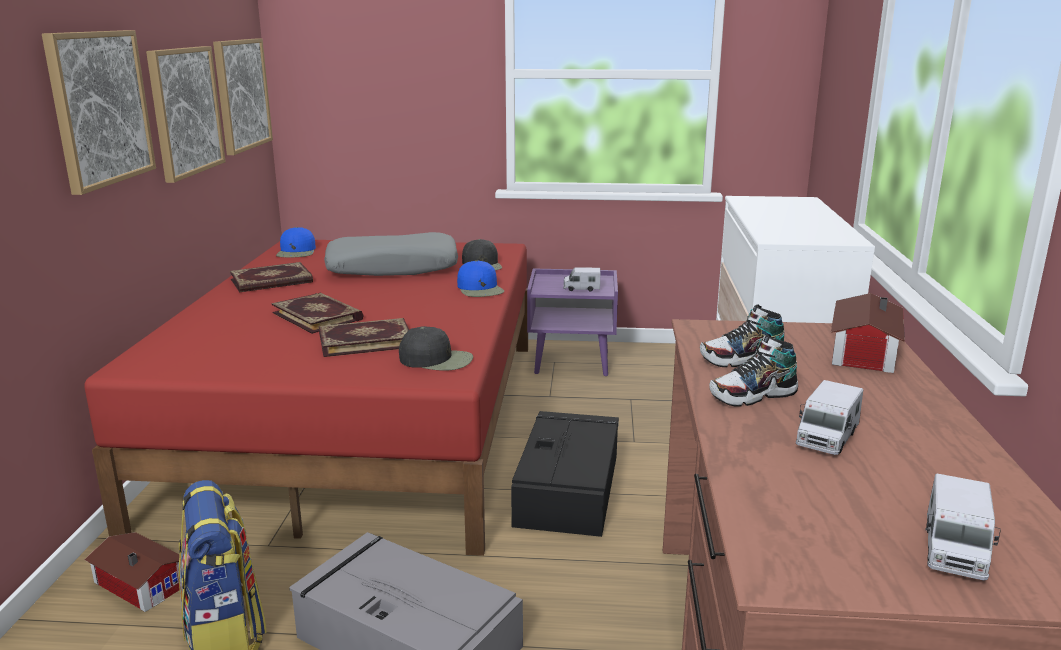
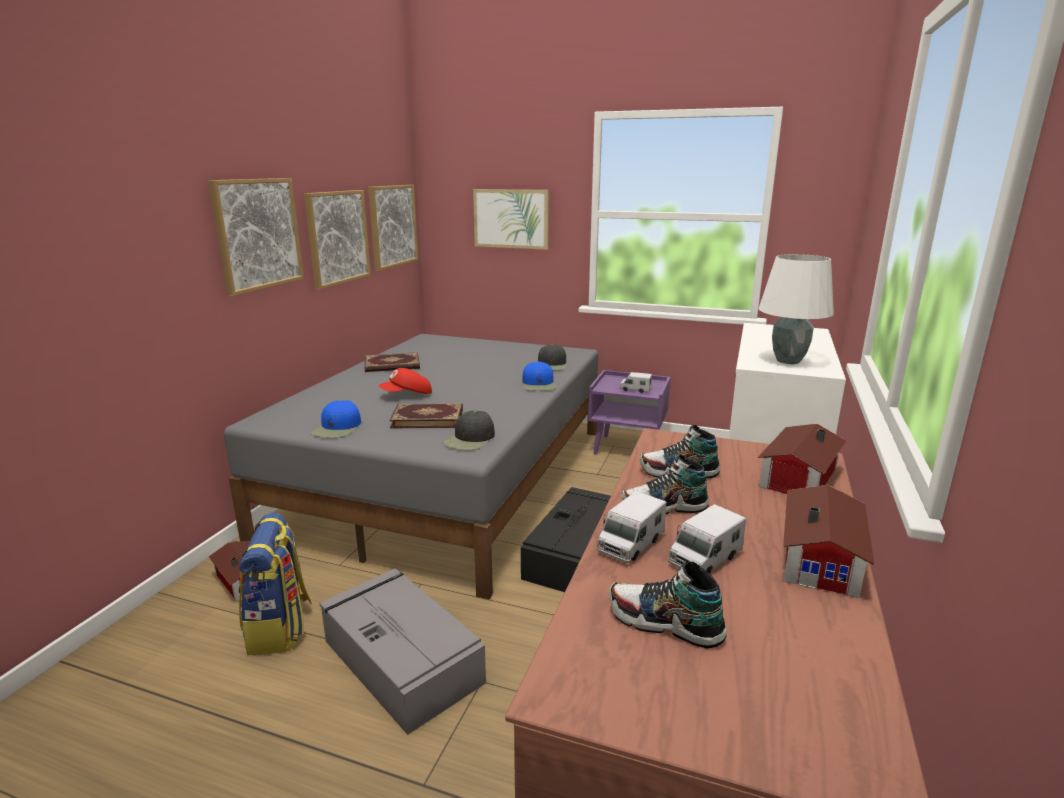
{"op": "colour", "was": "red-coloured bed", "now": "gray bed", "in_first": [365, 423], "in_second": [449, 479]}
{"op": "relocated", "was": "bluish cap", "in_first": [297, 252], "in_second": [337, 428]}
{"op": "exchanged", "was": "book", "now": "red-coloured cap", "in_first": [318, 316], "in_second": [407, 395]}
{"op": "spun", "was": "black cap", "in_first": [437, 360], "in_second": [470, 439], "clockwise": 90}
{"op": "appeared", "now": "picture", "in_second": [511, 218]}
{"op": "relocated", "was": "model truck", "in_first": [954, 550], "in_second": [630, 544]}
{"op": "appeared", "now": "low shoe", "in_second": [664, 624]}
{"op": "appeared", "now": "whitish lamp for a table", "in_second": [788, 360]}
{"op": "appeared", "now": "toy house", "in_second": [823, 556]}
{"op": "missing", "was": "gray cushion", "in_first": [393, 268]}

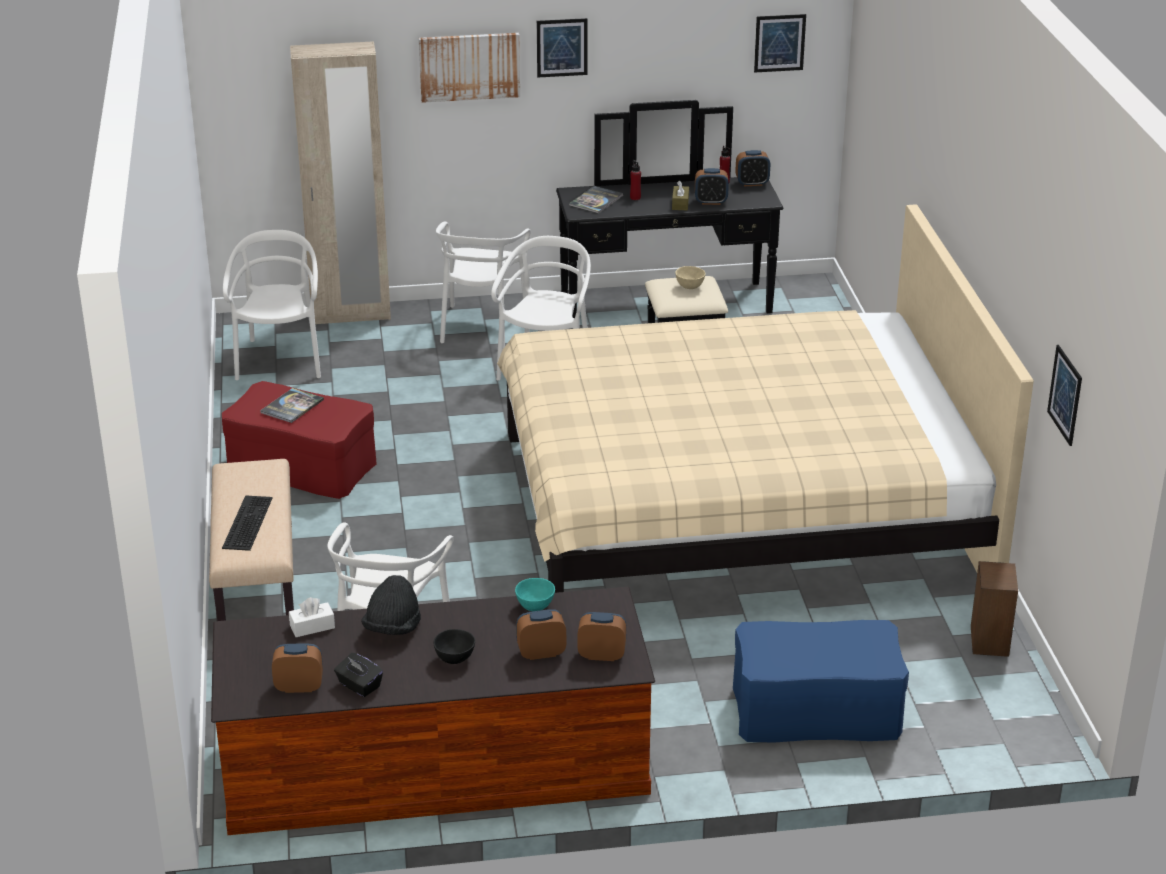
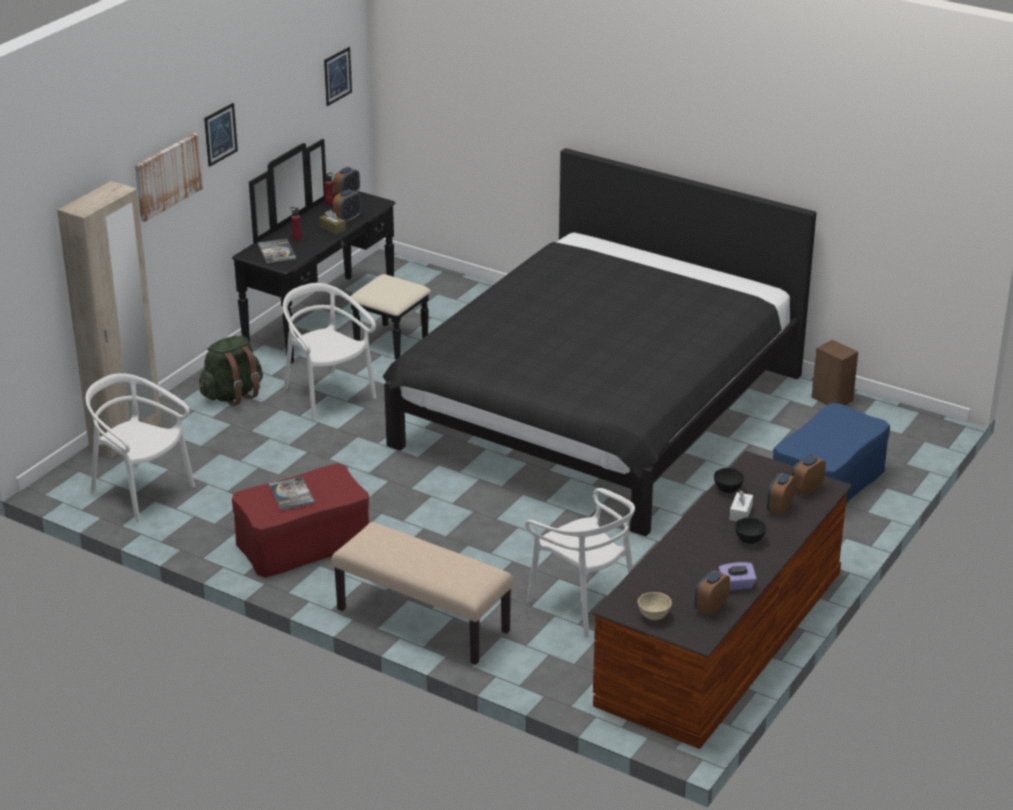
{"op": "exchanged", "was": "whitish chair", "now": "green-coloured backpack", "in_first": [481, 326], "in_second": [233, 395]}
{"op": "colour", "was": "sand-coloured bed", "now": "black bed", "in_first": [736, 510], "in_second": [597, 410]}
{"op": "relocated", "was": "sand-coloured deep dish", "in_first": [689, 286], "in_second": [653, 616]}
{"op": "colour", "was": "turquoise-coloured deep dish", "now": "black deep dish", "in_first": [535, 606], "in_second": [728, 489]}
{"op": "colour", "was": "black tissue box", "now": "purplish tissue box", "in_first": [359, 686], "in_second": [736, 585]}
{"op": "relocated", "was": "whitish tissue box", "in_first": [312, 627], "in_second": [740, 513]}
{"op": "missing", "was": "PC keyboard", "in_first": [246, 522]}
{"op": "missing", "was": "black clothing hat", "in_first": [392, 628]}
{"op": "missing", "was": "picture", "in_first": [1065, 395]}

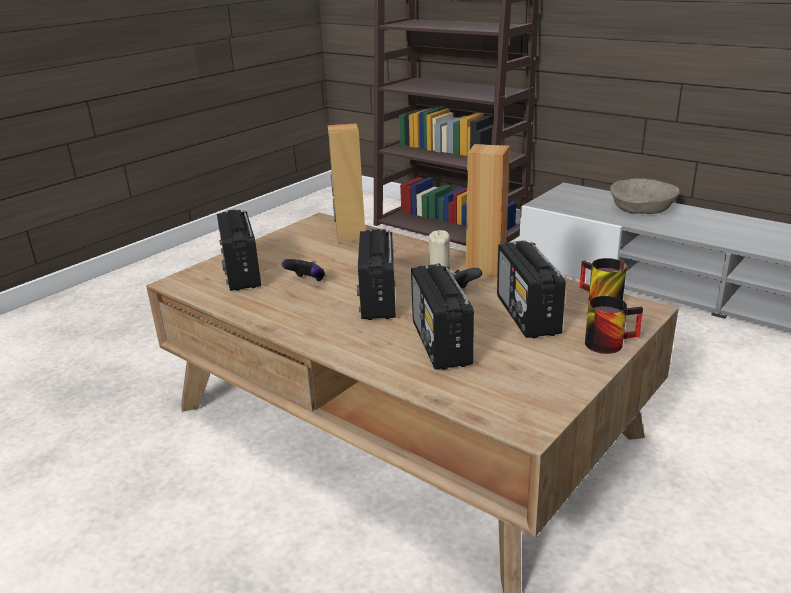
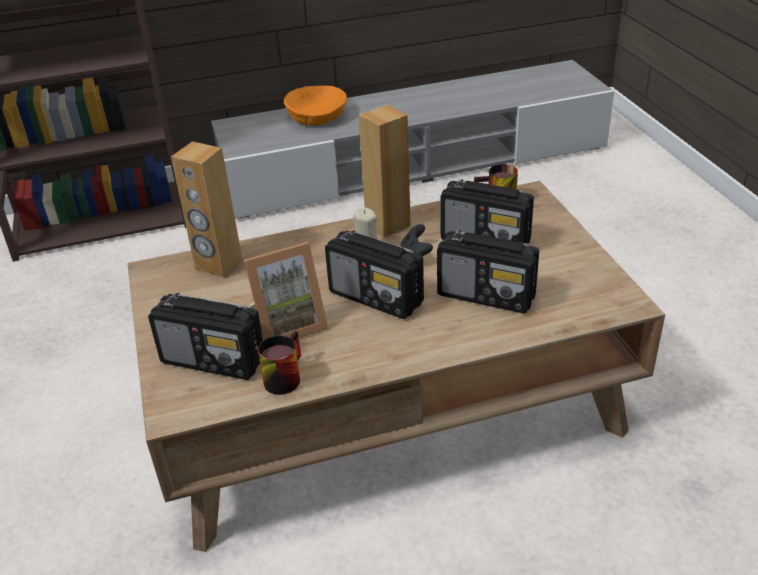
{"op": "exchanged", "was": "joypad", "now": "picture frame", "in_first": [307, 281], "in_second": [288, 325]}
{"op": "relocated", "was": "coffee mug", "in_first": [608, 341], "in_second": [282, 376]}
{"op": "colour", "was": "sand-coloured deep dish", "now": "orange deep dish", "in_first": [642, 208], "in_second": [316, 116]}

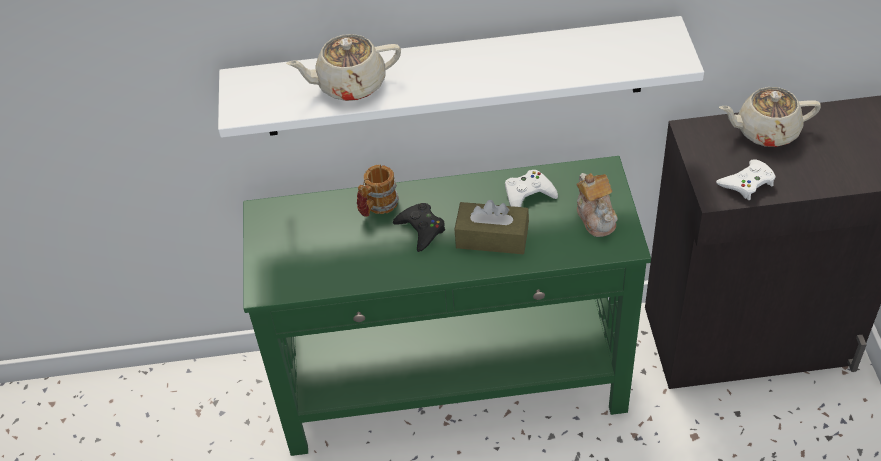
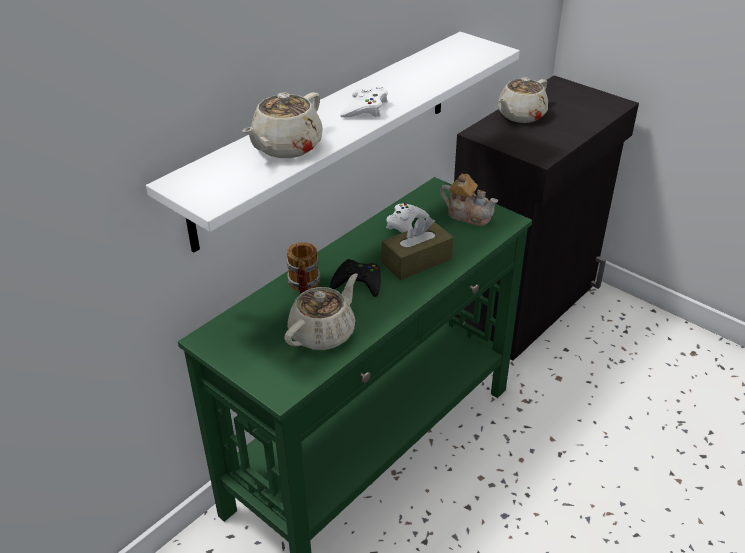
{"op": "appeared", "now": "sand-coloured teapot", "in_second": [323, 333]}
{"op": "relocated", "was": "whitish joypad", "in_first": [747, 183], "in_second": [365, 108]}

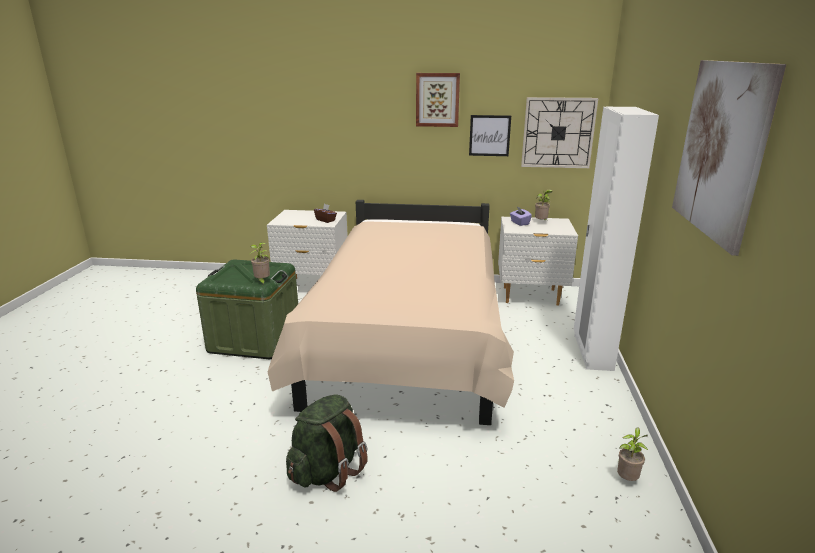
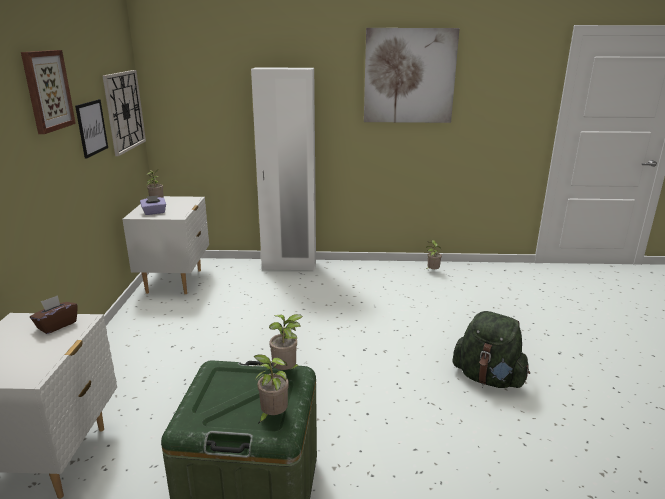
{"op": "appeared", "now": "potted plant", "in_second": [272, 416]}
{"op": "missing", "was": "sand-coloured bed", "in_first": [408, 340]}

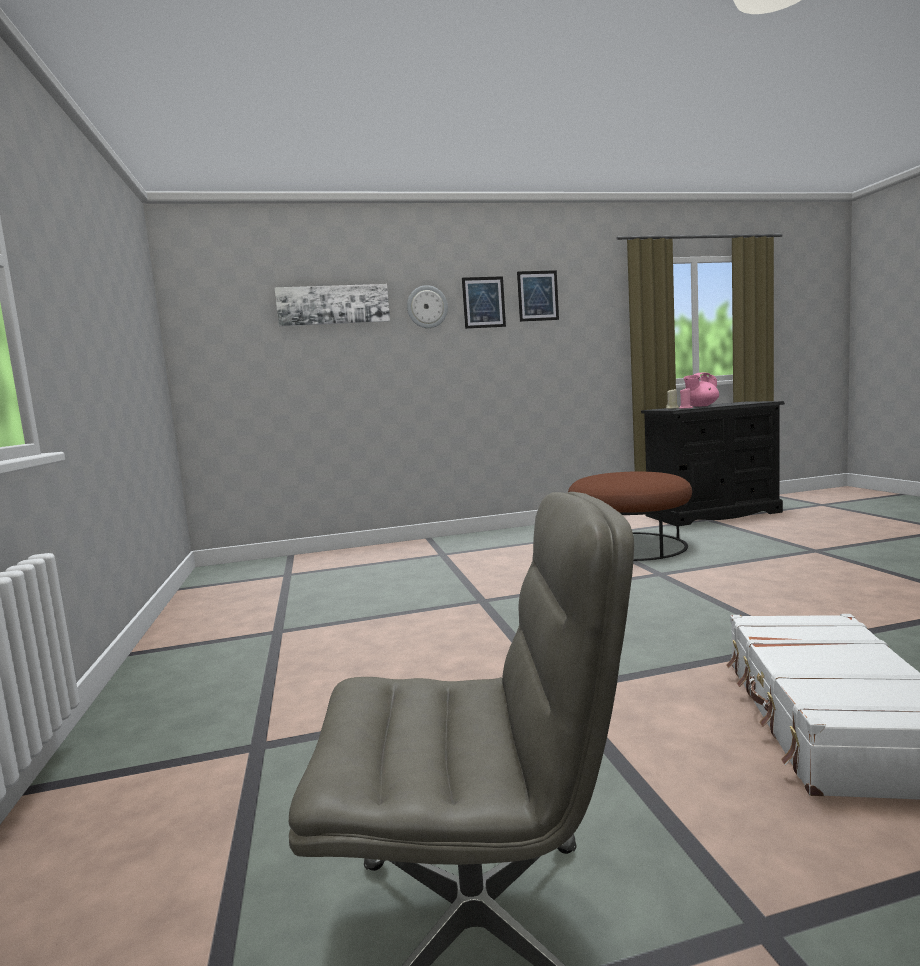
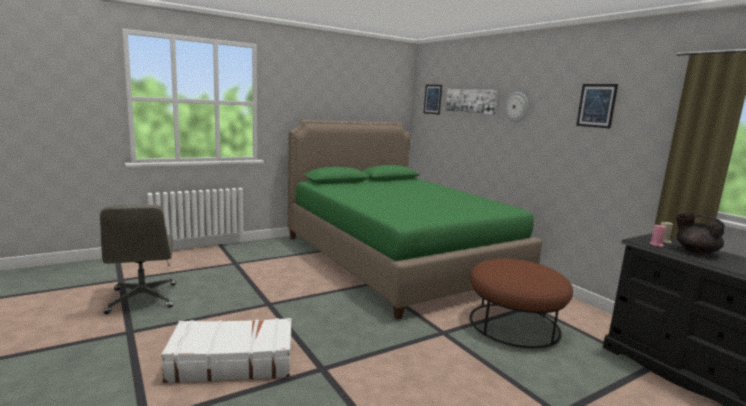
{"op": "appeared", "now": "green-coloured bed", "in_second": [398, 259]}
{"op": "relocated", "was": "picture", "in_first": [483, 302], "in_second": [432, 99]}
{"op": "colour", "was": "pink teapot", "now": "black teapot", "in_first": [700, 406], "in_second": [695, 251]}

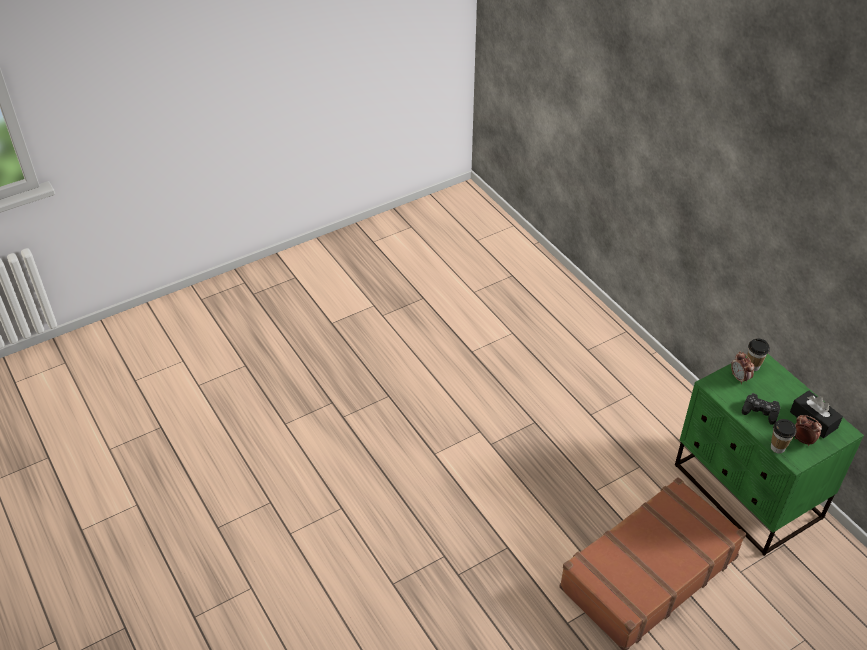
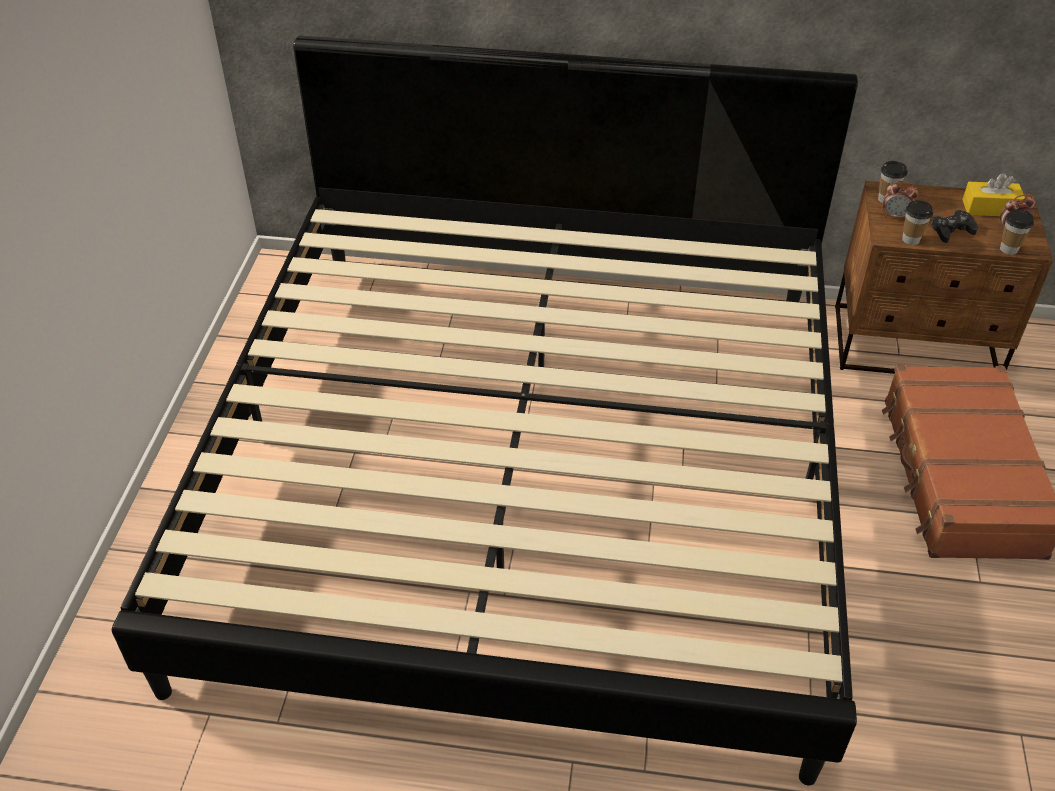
{"op": "appeared", "now": "bed", "in_second": [527, 469]}
{"op": "colour", "was": "green-coloured bedside table", "now": "brown bedside table", "in_first": [746, 493], "in_second": [915, 346]}
{"op": "appeared", "now": "small cup", "in_second": [910, 239]}
{"op": "colour", "was": "black tissue box", "now": "yellowish tissue box", "in_first": [813, 420], "in_second": [990, 208]}

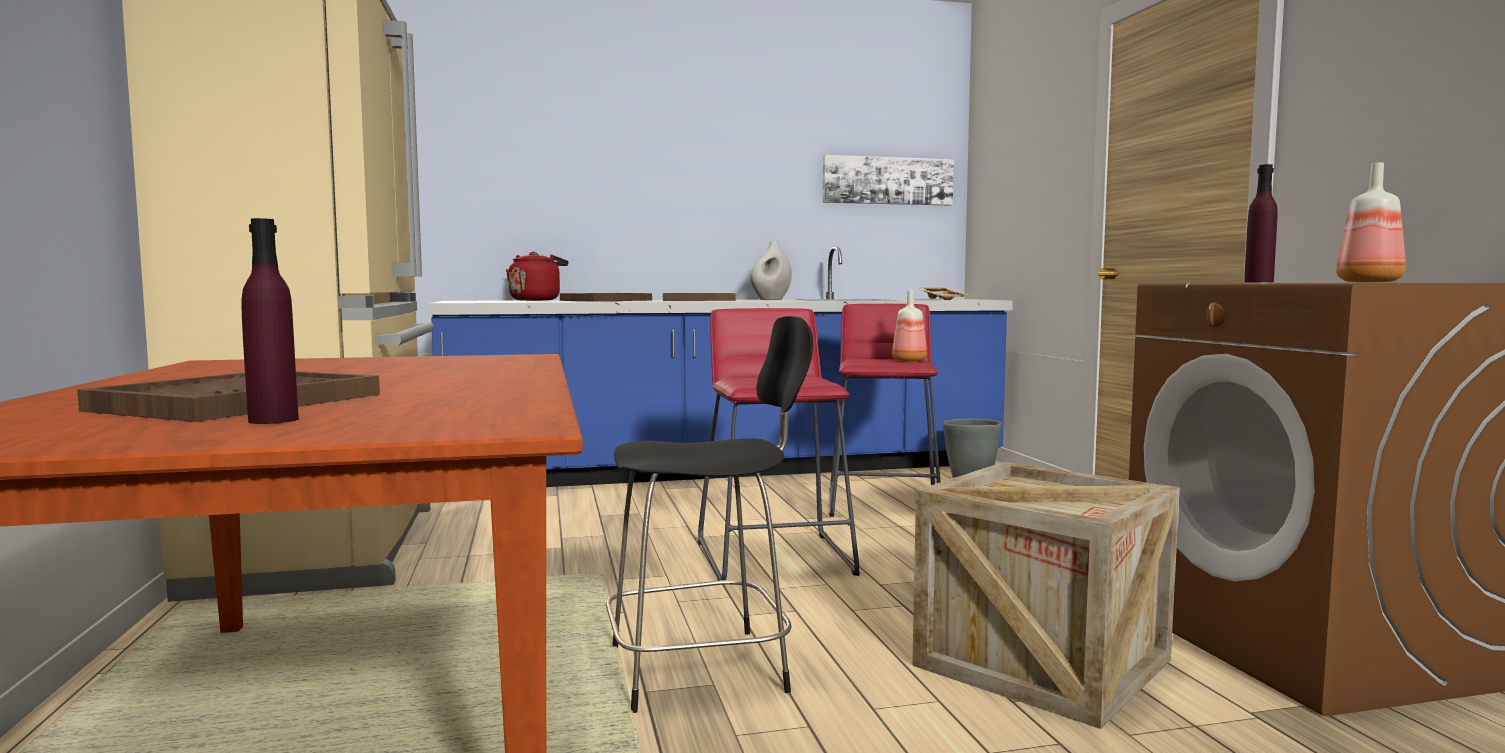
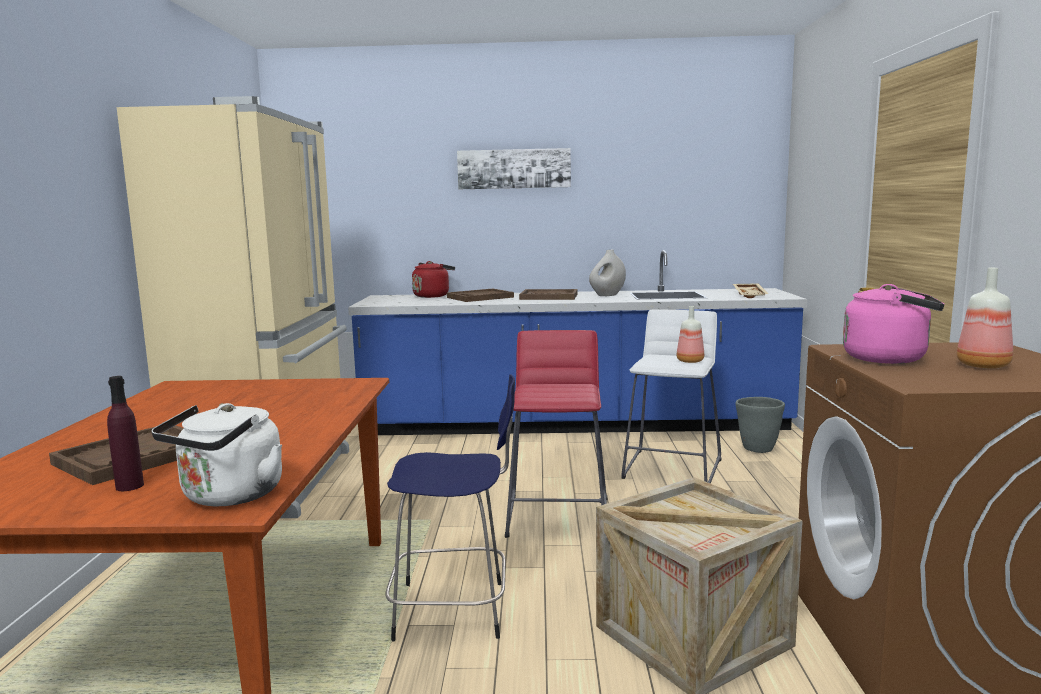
{"op": "appeared", "now": "whitish tea kettle", "in_second": [229, 497]}
{"op": "colour", "was": "black stool", "now": "bluish stool", "in_first": [704, 668], "in_second": [455, 610]}
{"op": "relocated", "was": "picture", "in_first": [887, 181], "in_second": [514, 169]}
{"op": "colour", "was": "red-coloured stool", "now": "whitish stool", "in_first": [884, 504], "in_second": [672, 468]}
{"op": "exchanged", "was": "purplish drink bottle", "now": "pink tea kettle", "in_first": [1258, 282], "in_second": [889, 359]}

